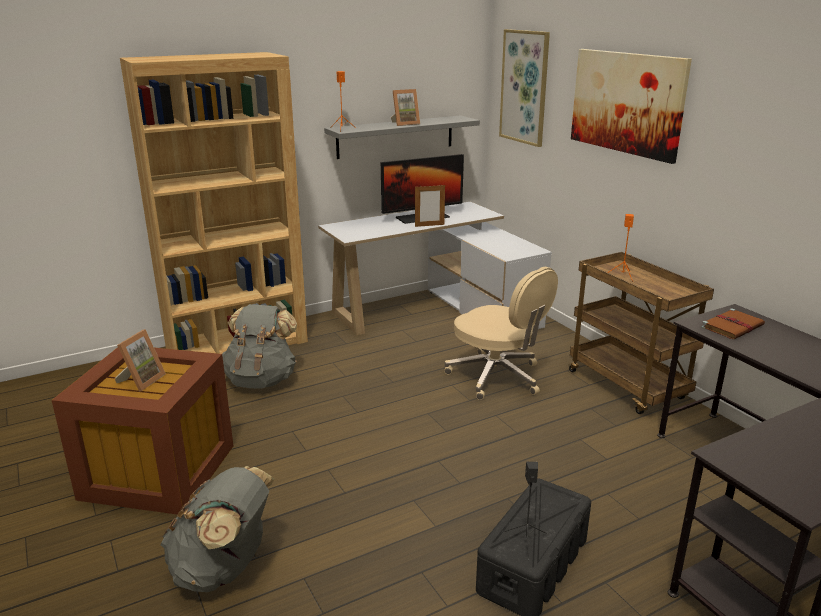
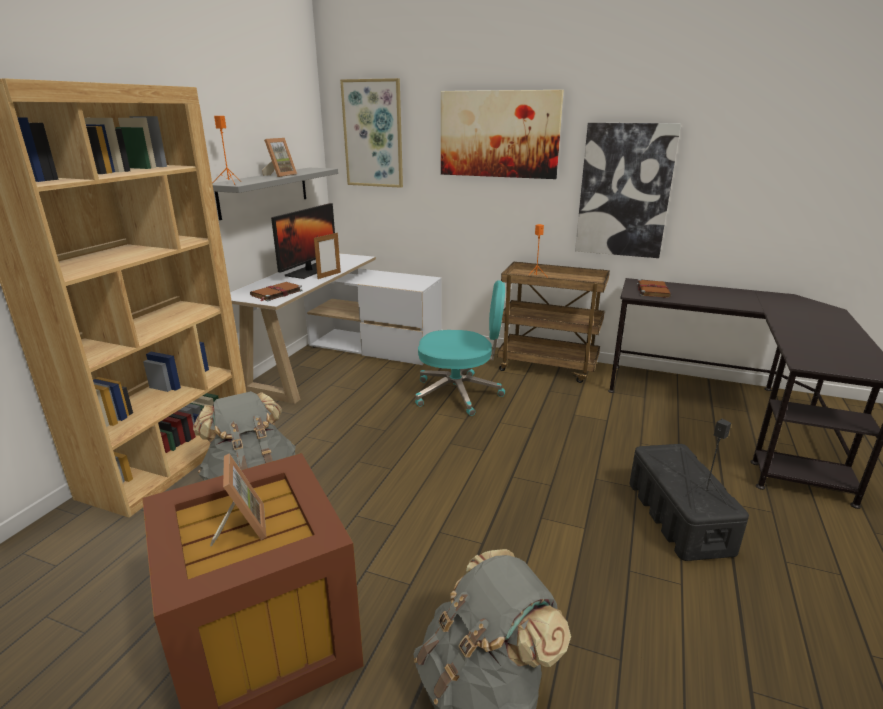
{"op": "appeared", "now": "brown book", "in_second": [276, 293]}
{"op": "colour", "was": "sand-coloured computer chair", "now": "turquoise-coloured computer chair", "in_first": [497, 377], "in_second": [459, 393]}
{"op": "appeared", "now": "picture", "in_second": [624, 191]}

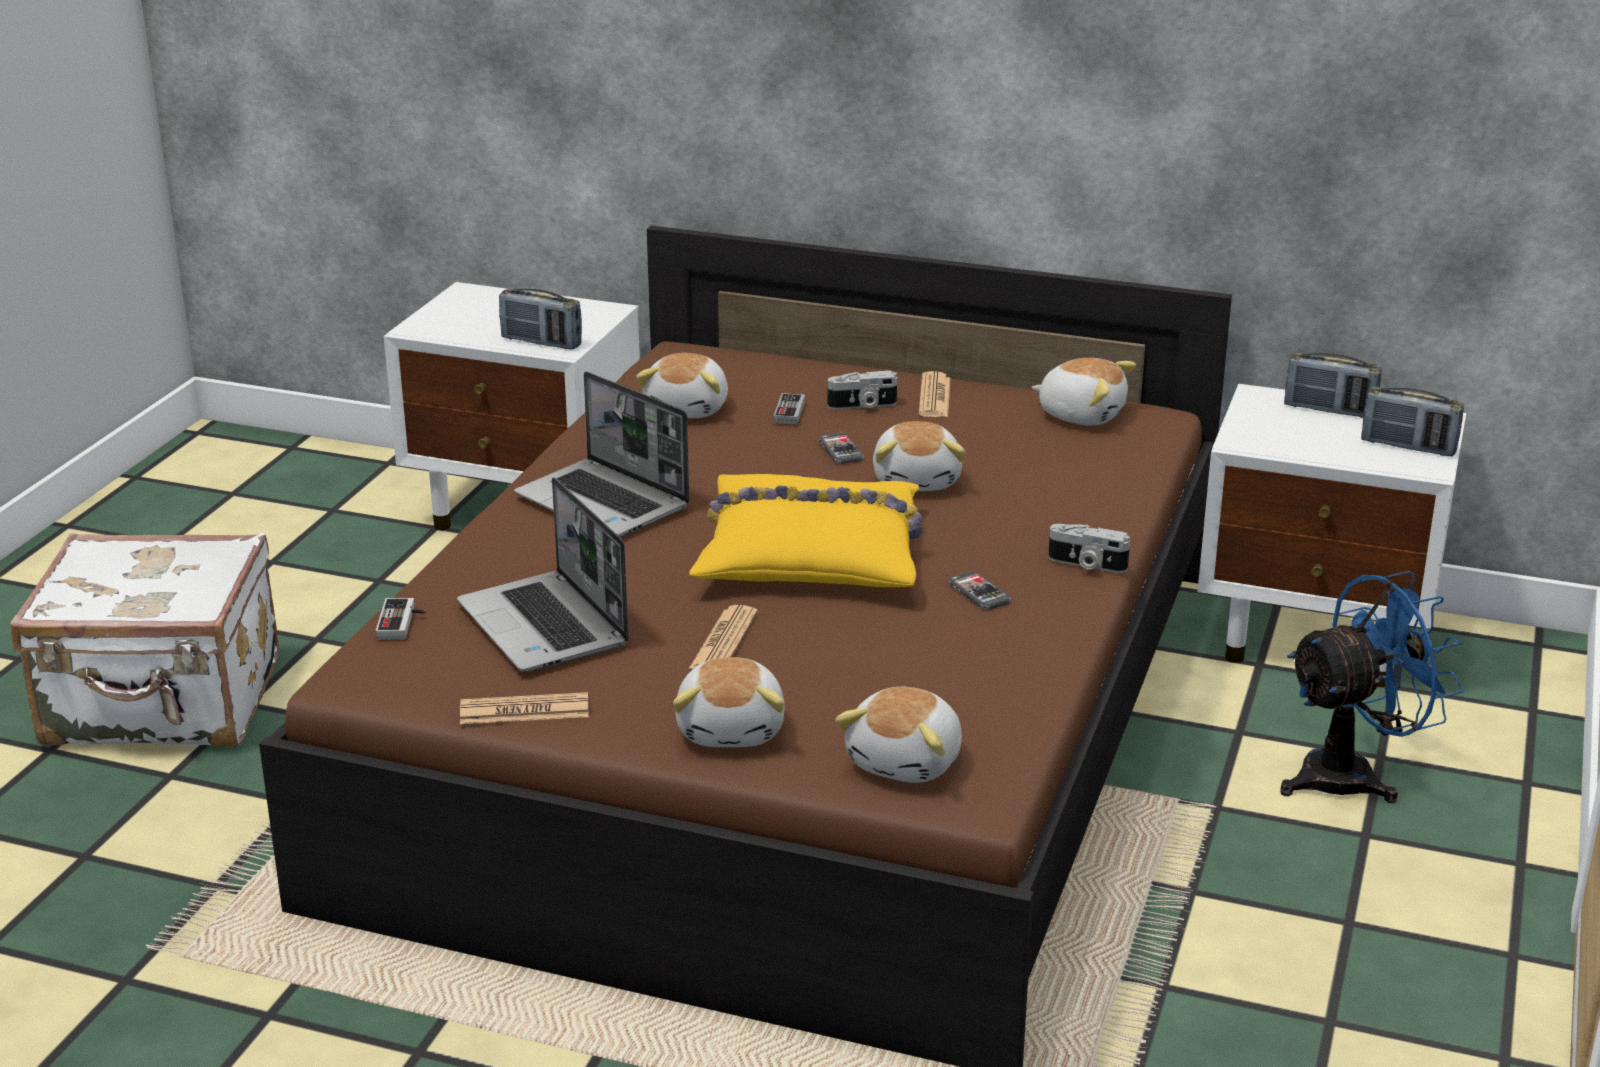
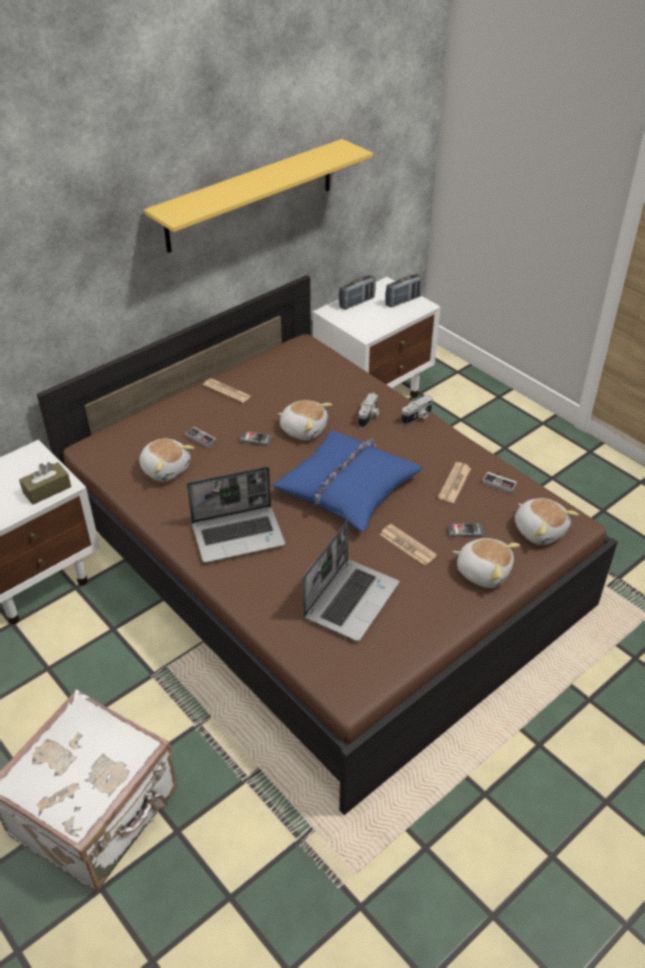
{"op": "exchanged", "was": "radio receiver", "now": "brown tissue box", "in_first": [541, 342], "in_second": [47, 490]}
{"op": "appeared", "now": "yellowish wall shelf", "in_second": [250, 195]}
{"op": "colour", "was": "yellowish cushion", "now": "bluish cushion", "in_first": [812, 554], "in_second": [347, 487]}
{"op": "spun", "was": "portable computer", "in_first": [546, 626], "in_second": [351, 599], "clockwise": -60}
{"op": "relocated", "was": "photo camera", "in_first": [862, 406], "in_second": [369, 417]}
{"op": "relocated", "was": "printed paper", "in_first": [524, 711], "in_second": [454, 483]}
{"op": "relocated", "was": "telephone", "in_first": [979, 593], "in_second": [465, 531]}
{"op": "relocated", "was": "joypad", "in_first": [402, 622], "in_second": [500, 482]}
{"op": "missing", "was": "plush toy", "in_first": [1082, 414]}
{"op": "missing", "was": "bluish cooling fan", "in_first": [1353, 775]}

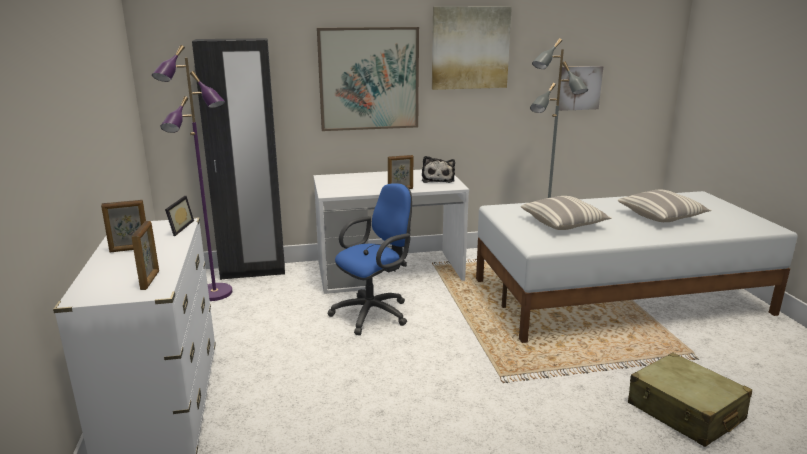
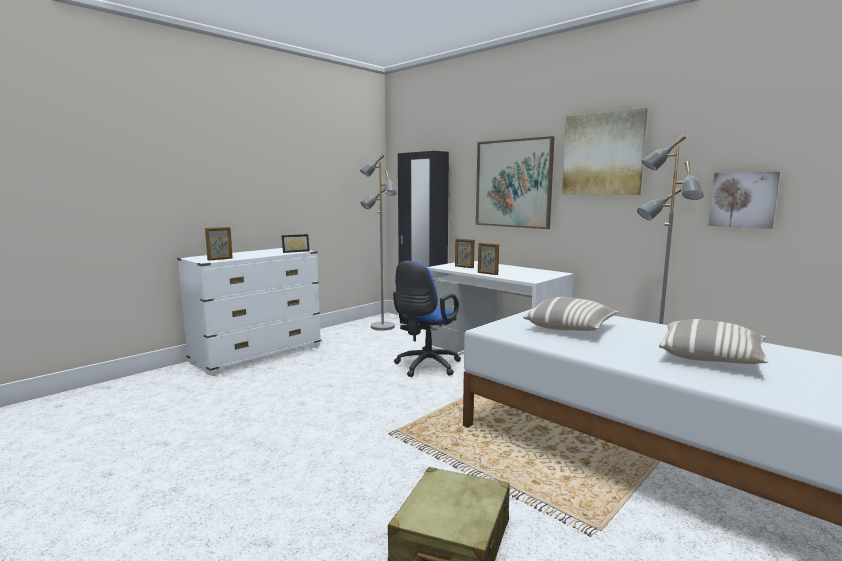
{"op": "colour", "was": "purplish standing lamp", "now": "gray standing lamp", "in_first": [214, 293], "in_second": [382, 327]}
{"op": "spun", "was": "bluish computer chair", "in_first": [374, 313], "in_second": [425, 367], "clockwise": 105}
{"op": "relocated", "was": "picture frame", "in_first": [130, 249], "in_second": [464, 267]}
{"op": "missing", "was": "plush toy", "in_first": [438, 179]}

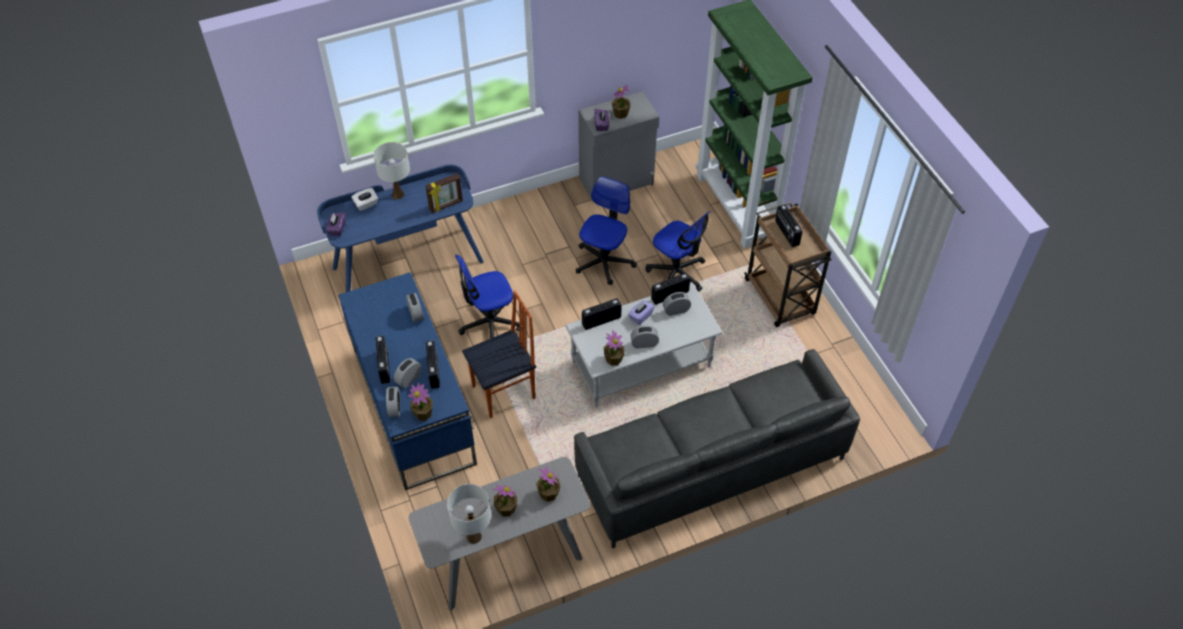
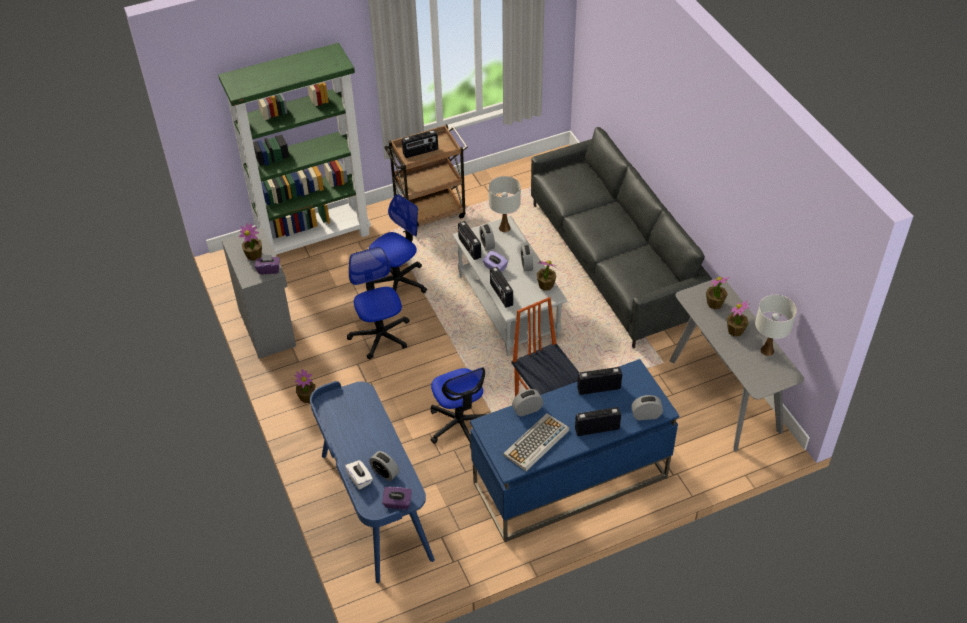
{"op": "relocated", "was": "potted plant", "in_first": [423, 413], "in_second": [307, 397]}
{"op": "spun", "was": "computer chair", "in_first": [604, 262], "in_second": [380, 335], "clockwise": 45}
{"op": "relocated", "was": "bedside clock", "in_first": [409, 379], "in_second": [385, 472]}
{"op": "relocated", "was": "whitish lamp for a table", "in_first": [398, 195], "in_second": [504, 228]}
{"op": "appeared", "now": "PC keyboard", "in_second": [536, 443]}
{"op": "missing", "was": "picture frame", "in_first": [446, 206]}

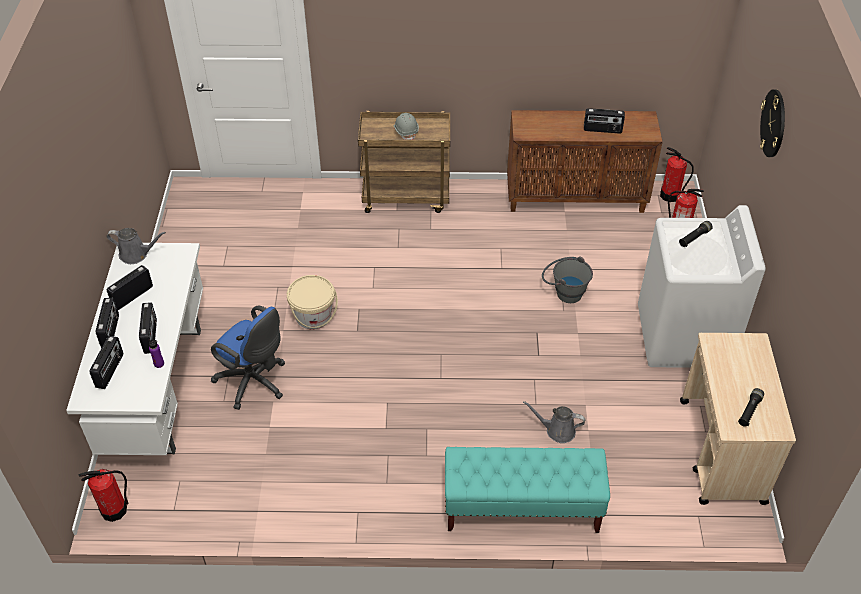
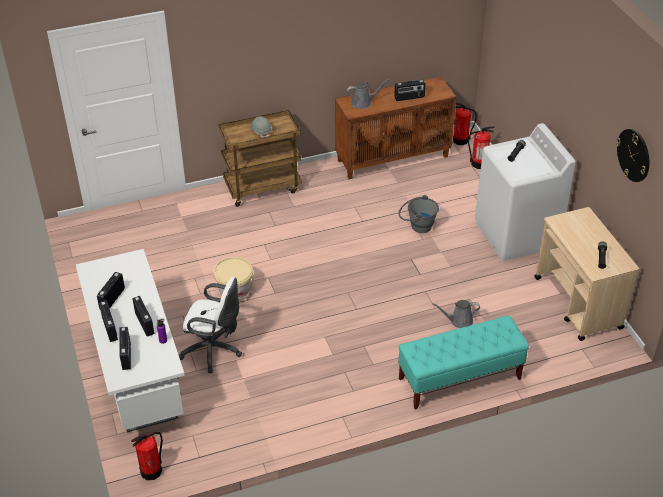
{"op": "colour", "was": "bluish computer chair", "now": "whitish computer chair", "in_first": [254, 383], "in_second": [214, 351]}
{"op": "relocated", "was": "gray sprinkling can", "in_first": [136, 254], "in_second": [363, 103]}
{"op": "relocated", "was": "wall clock", "in_first": [773, 123], "in_second": [633, 155]}

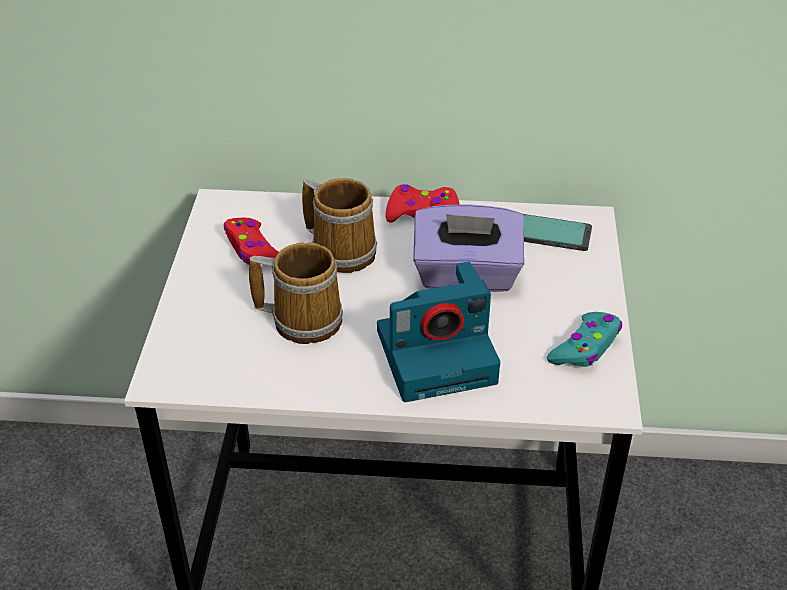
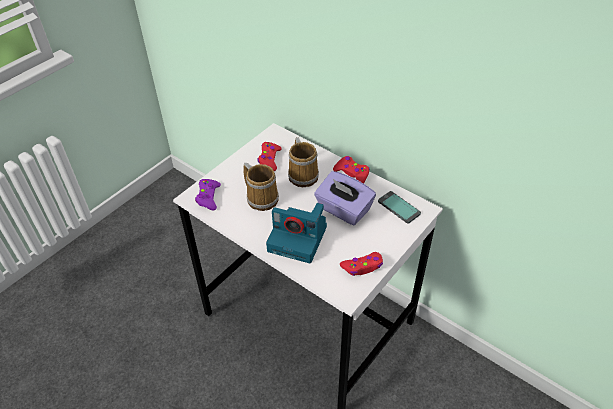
{"op": "appeared", "now": "purplish joypad", "in_second": [208, 197]}
{"op": "colour", "was": "turquoise-coloured joypad", "now": "red-coloured joypad", "in_first": [585, 347], "in_second": [362, 267]}

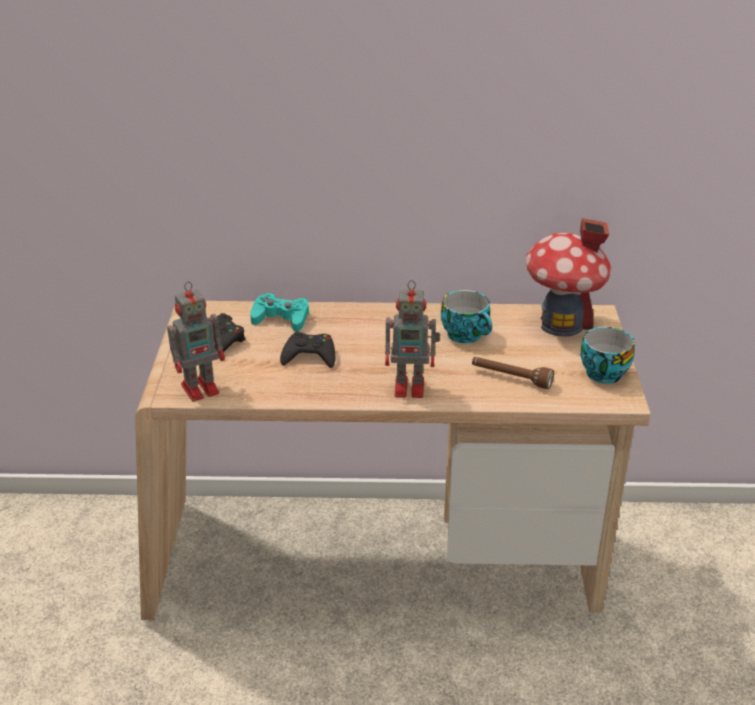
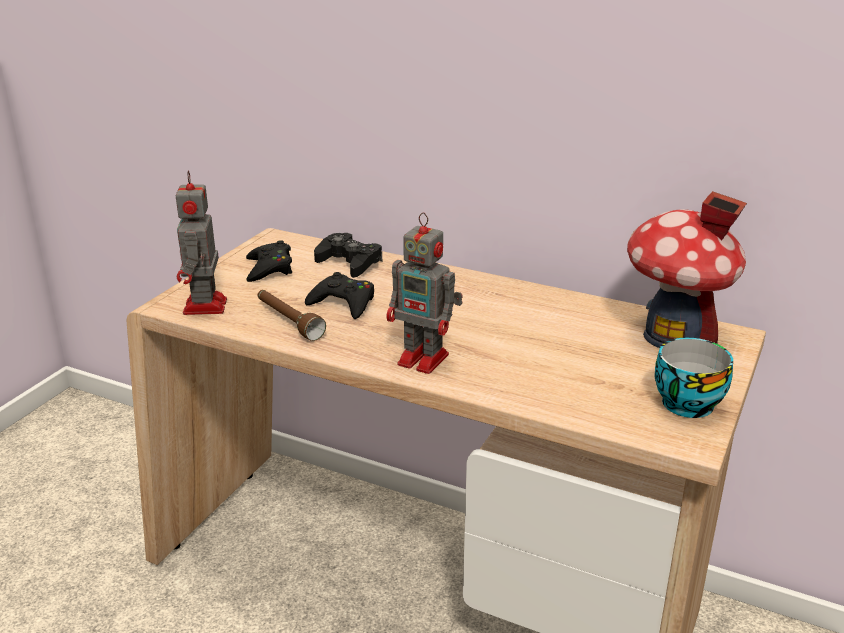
{"op": "spun", "was": "robot figure", "in_first": [202, 388], "in_second": [205, 307], "clockwise": 90}
{"op": "relocated", "was": "brown torch", "in_first": [510, 378], "in_second": [288, 322]}
{"op": "colour", "was": "turquoise-coloured joypad", "now": "black joypad", "in_first": [281, 318], "in_second": [349, 262]}
{"op": "missing", "was": "small cup", "in_first": [467, 335]}

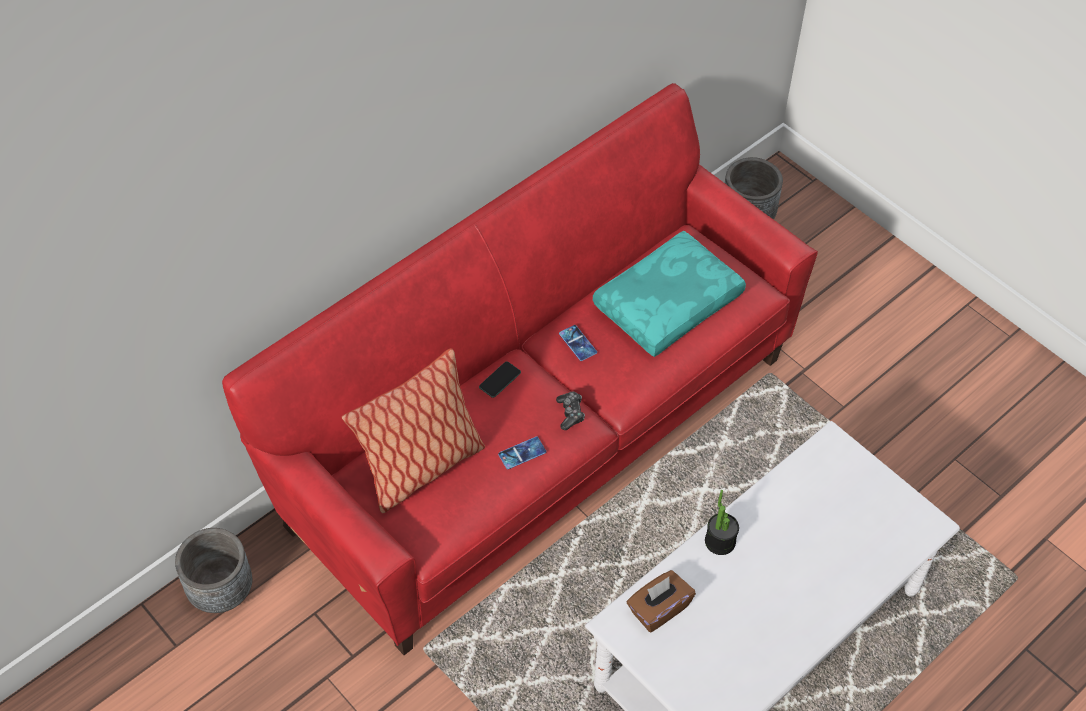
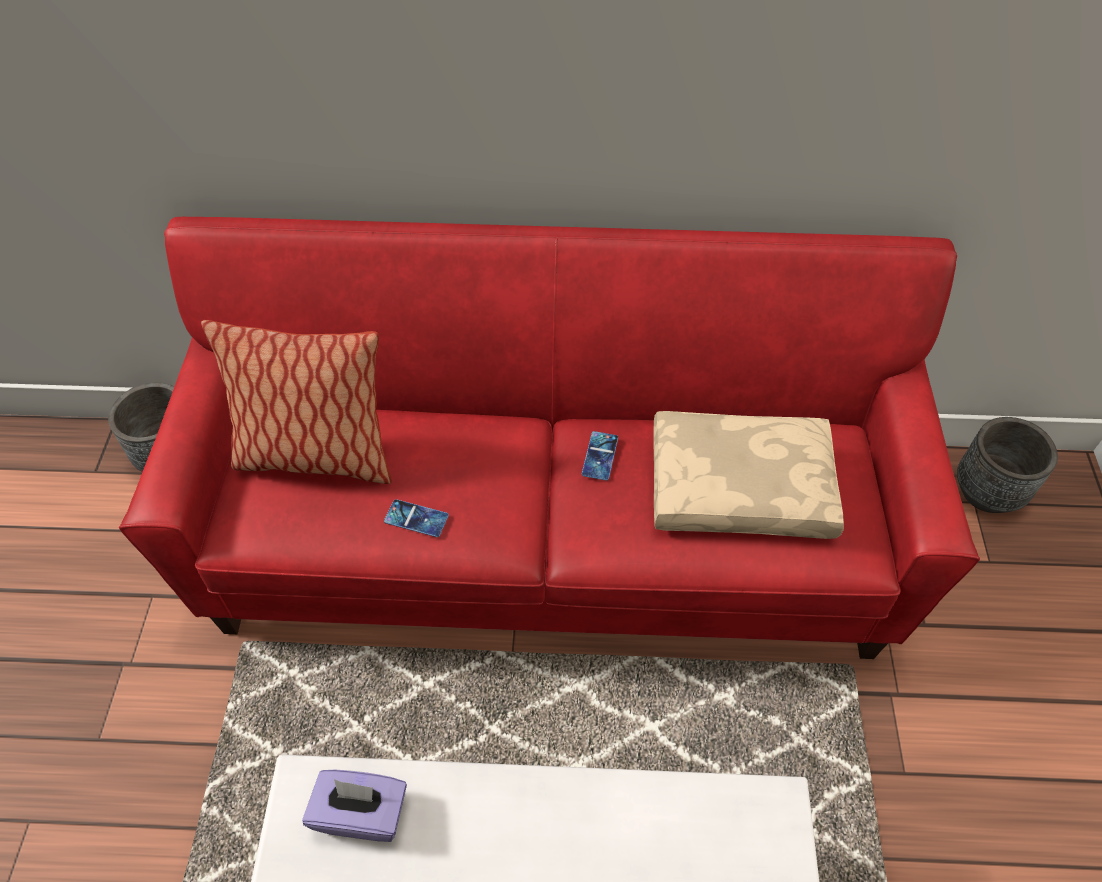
{"op": "colour", "was": "brown tissue box", "now": "purplish tissue box", "in_first": [658, 609], "in_second": [362, 813]}
{"op": "colour", "was": "turquoise-coloured cushion", "now": "sand-coloured cushion", "in_first": [667, 301], "in_second": [741, 485]}
{"op": "missing", "was": "telephone", "in_first": [500, 380]}
{"op": "missing", "was": "joypad", "in_first": [570, 413]}
{"op": "missing", "was": "potted plant", "in_first": [720, 541]}

